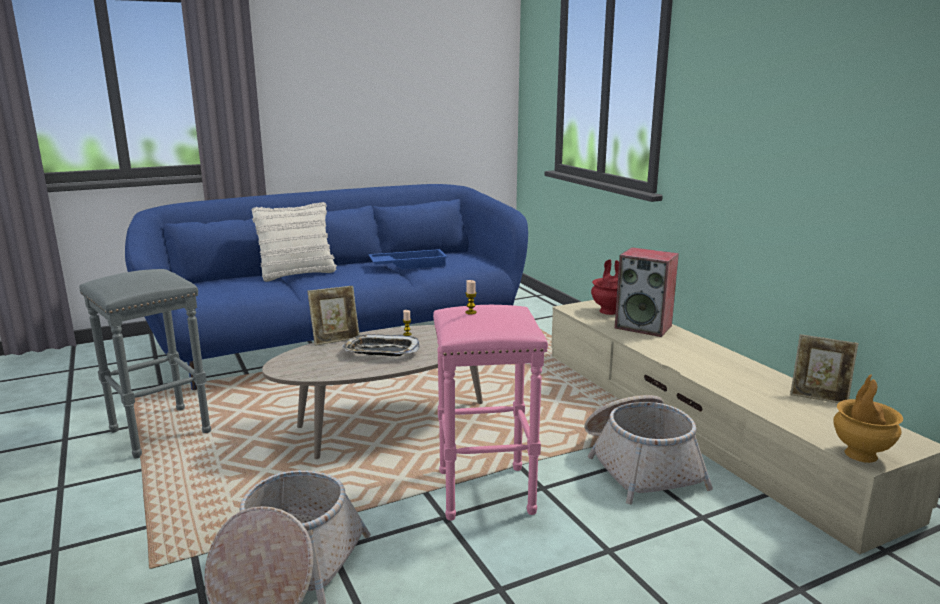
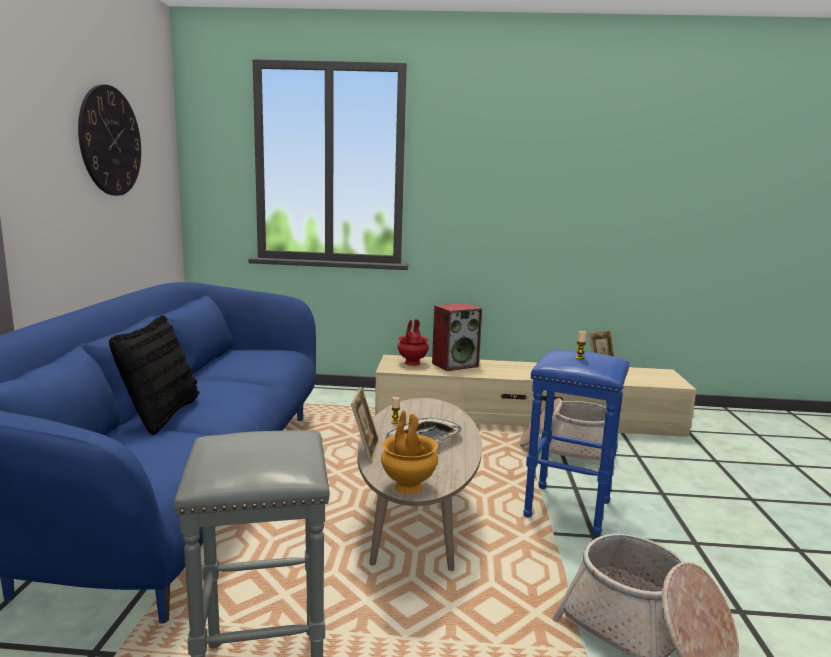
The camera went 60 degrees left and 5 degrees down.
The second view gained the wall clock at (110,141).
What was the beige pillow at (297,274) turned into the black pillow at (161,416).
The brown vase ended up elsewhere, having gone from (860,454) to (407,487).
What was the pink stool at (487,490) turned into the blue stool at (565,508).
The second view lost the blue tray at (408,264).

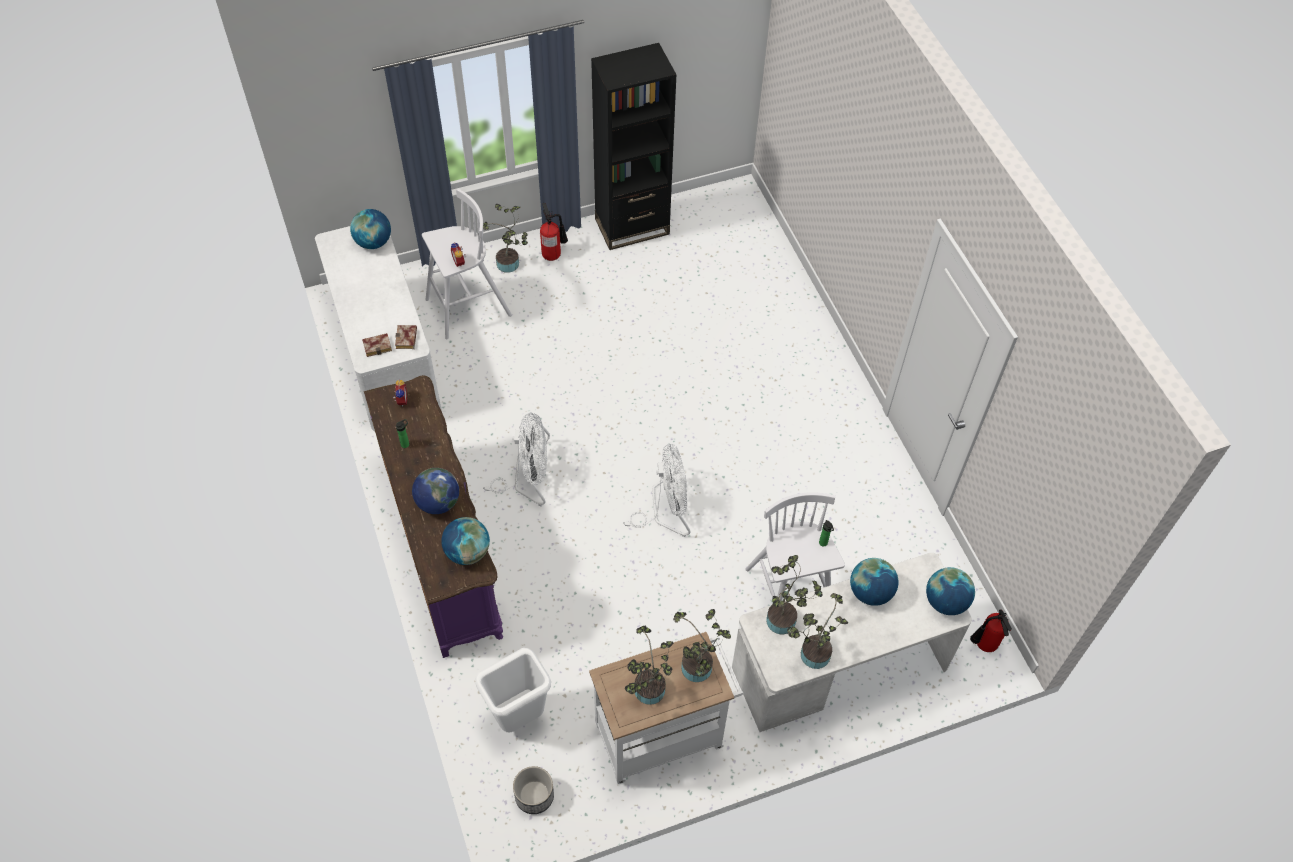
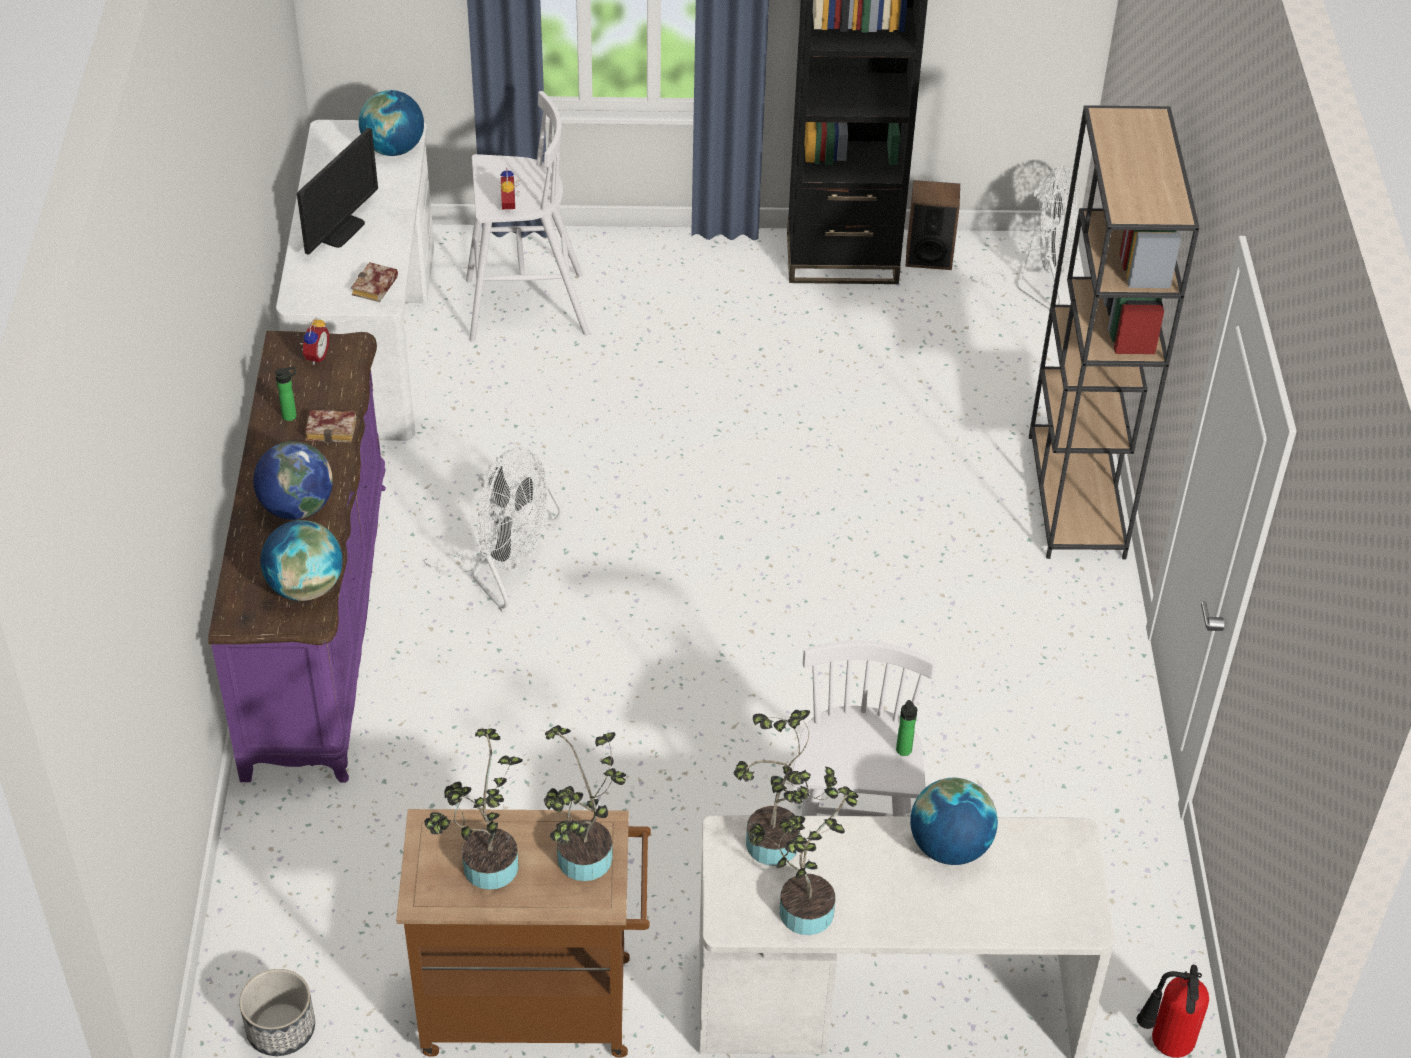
The camera went 20 degrees right and 10 degrees down.
The second view gained the monitor at (340,230).
The book ended up elsewhere, having gone from (378,346) to (333,429).
What was the white cart at (663,736) turned into the brown cart at (534,1007).
The second view gained the speaker at (928,256).
The white fan ended up elsewhere, having gone from (665,507) to (1037,275).
The second view gained the bookcase at (1077,497).
The second view lost the white trash can at (518,717).
The second view lost the potted plant at (510,265).
The second view lost the fire extinguisher at (553,254).
The second view lost the globe at (945,601).

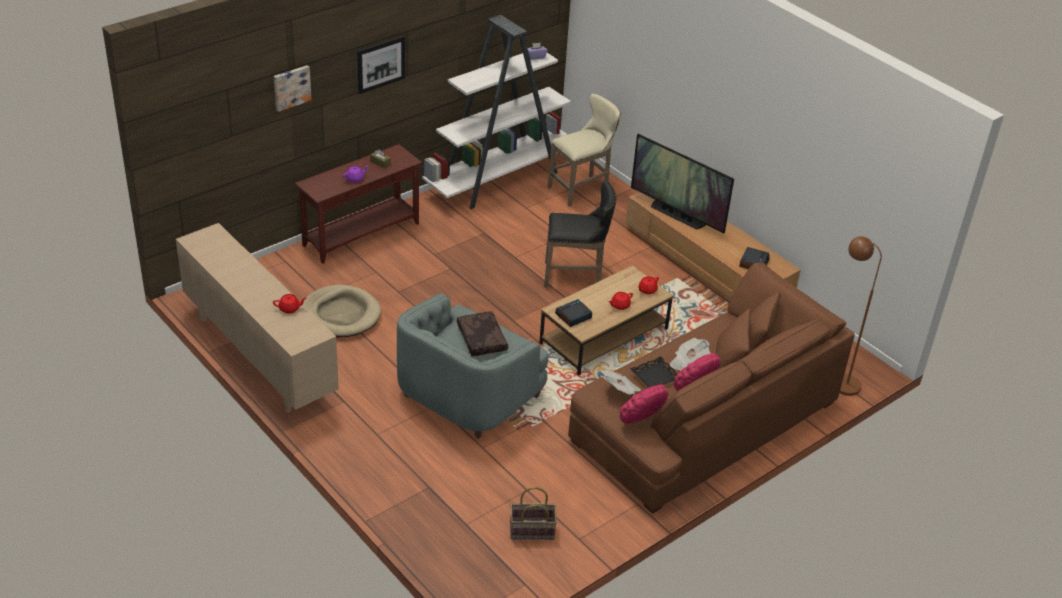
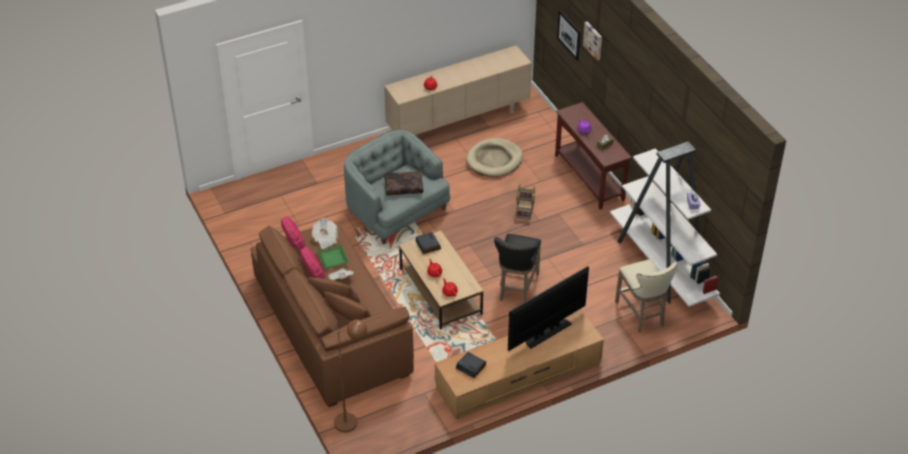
The camera went 105 degrees right and 5 degrees up.
What was the black tray at (655,377) turned into the green tray at (332,258).
The basket ended up elsewhere, having gone from (531,531) to (524,210).
The picture ended up elsewhere, having gone from (381,64) to (569,35).

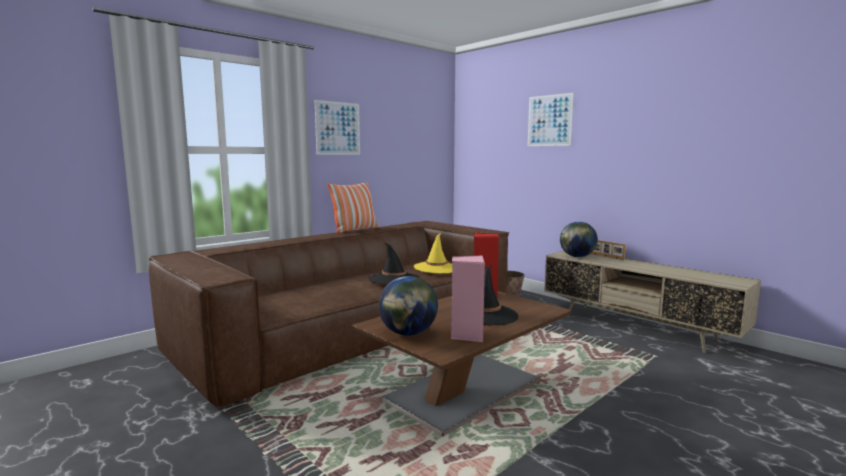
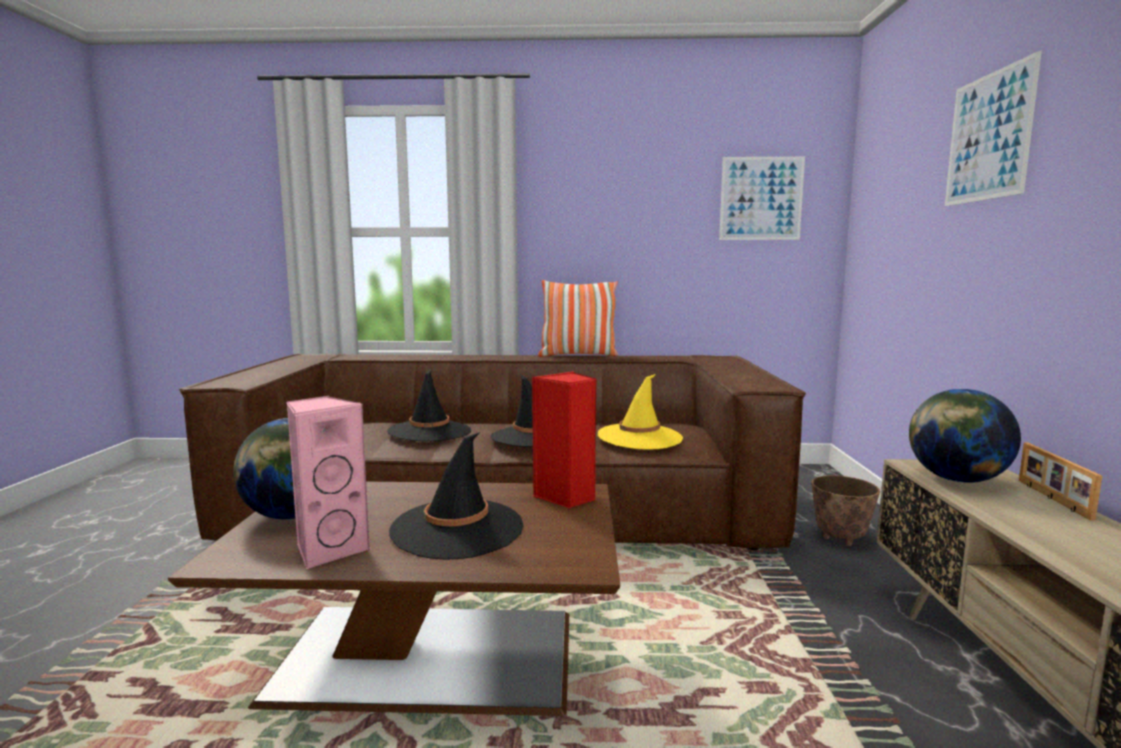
The camera went 45 degrees right and 0 degrees up.
The second view gained the black hat at (430,431).
The picture ended up elsewhere, having gone from (338,128) to (761,198).

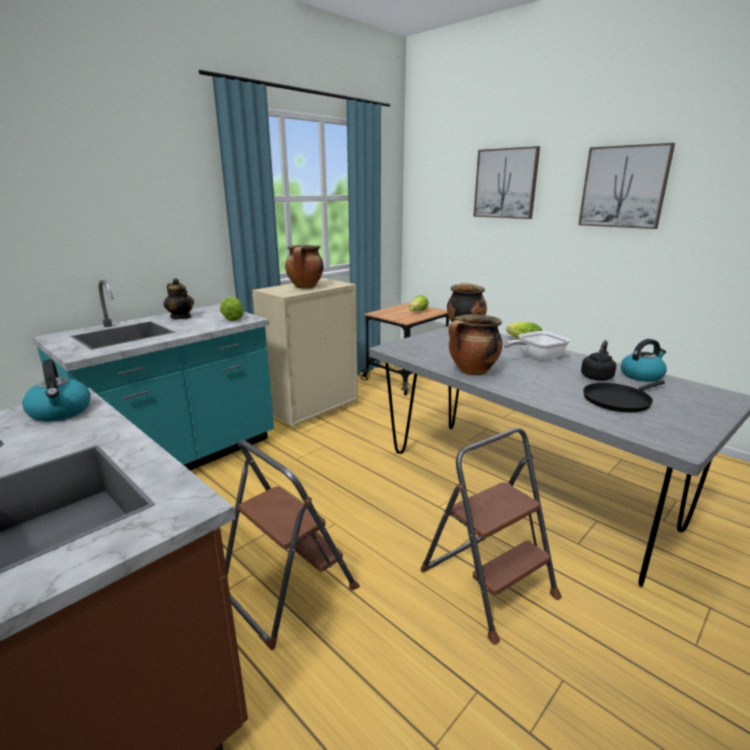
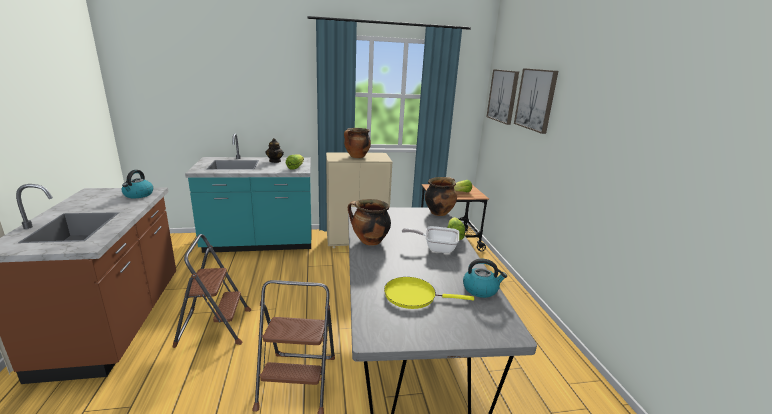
The camera went 35 degrees right and 0 degrees up.
What was the black frying pan at (618,400) turned into the yellow frying pan at (413,296).
The picture ended up elsewhere, having gone from (623,187) to (503,96).
The second view lost the black kettle at (597,377).

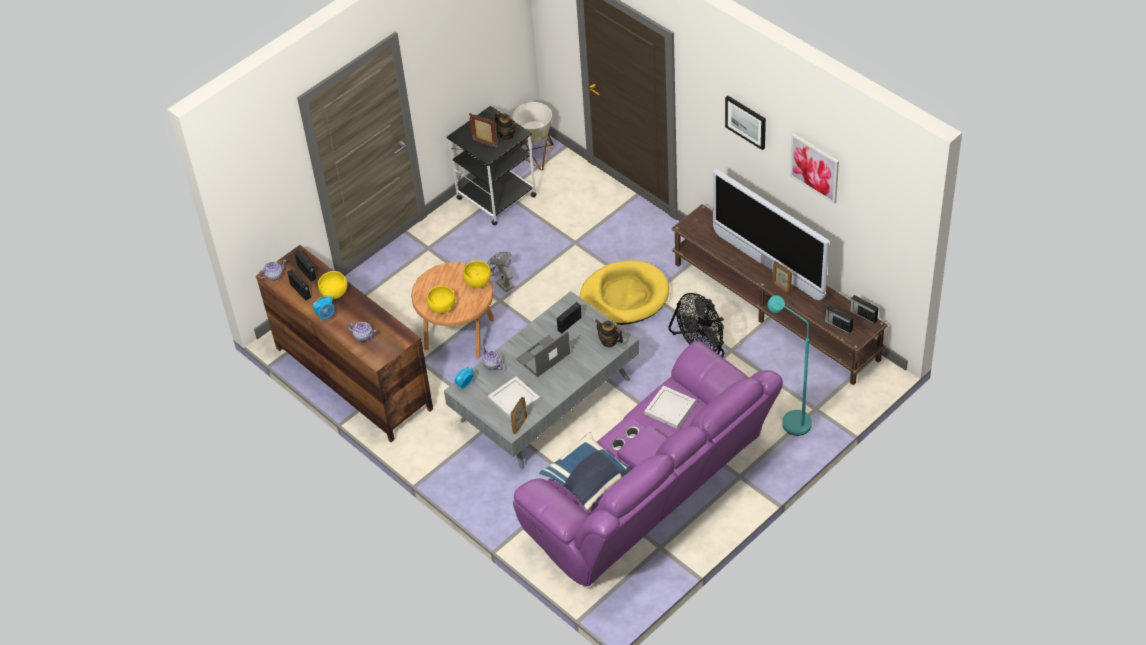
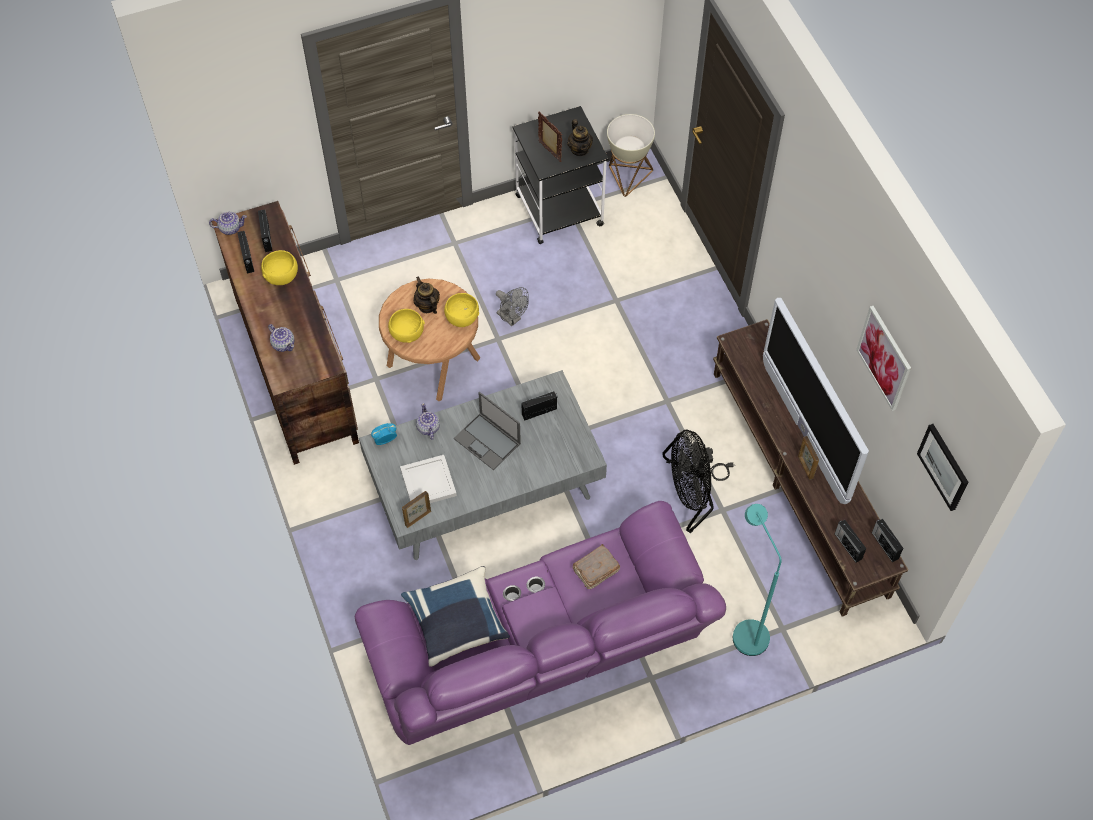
The camera went 20 degrees right and 10 degrees up.
The teapot ended up elsewhere, having gone from (609,341) to (427,306).
The laptop at (542,357) ended up facing another way, 120 degrees counterclockwise from before.
The grey fan at (502,283) ended up facing another way, 150 degrees clockwise from before.
Where the white tray stood at (669,408), the brown book came to stand at (595,571).
The picture ended up elsewhere, having gone from (746,122) to (944,466).
The second view lost the alarm clock at (326,315).
The second view lost the yellow dog bed at (624,296).

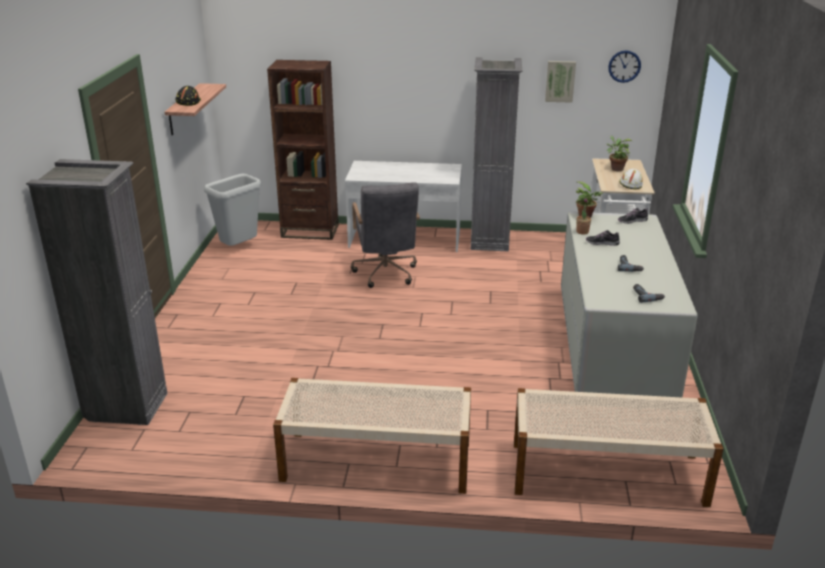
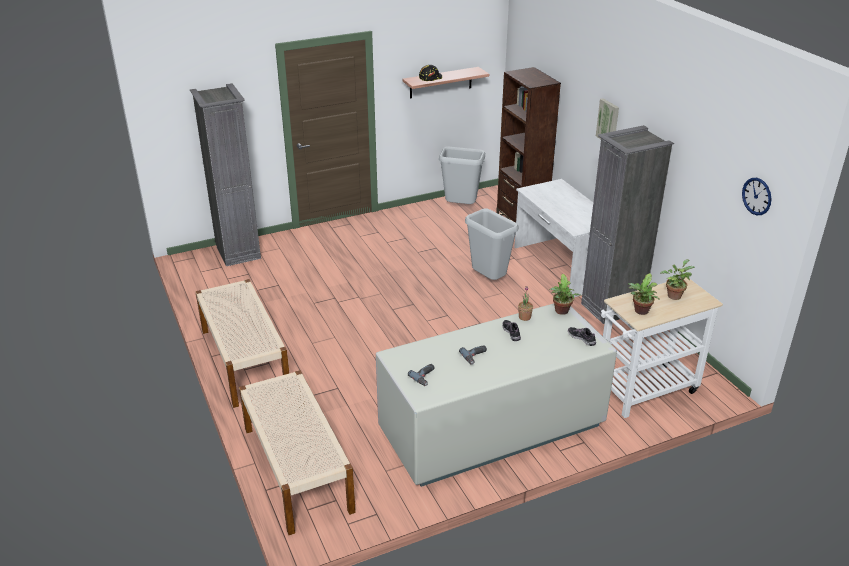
The camera went 60 degrees right and 5 degrees up.
Where the grey office chair stood at (386,276), the grey trash can came to stand at (488,280).
The picture ended up elsewhere, having gone from (560,81) to (608,121).
Where the white hard hat stood at (630,184), the potted plant came to stand at (640,312).

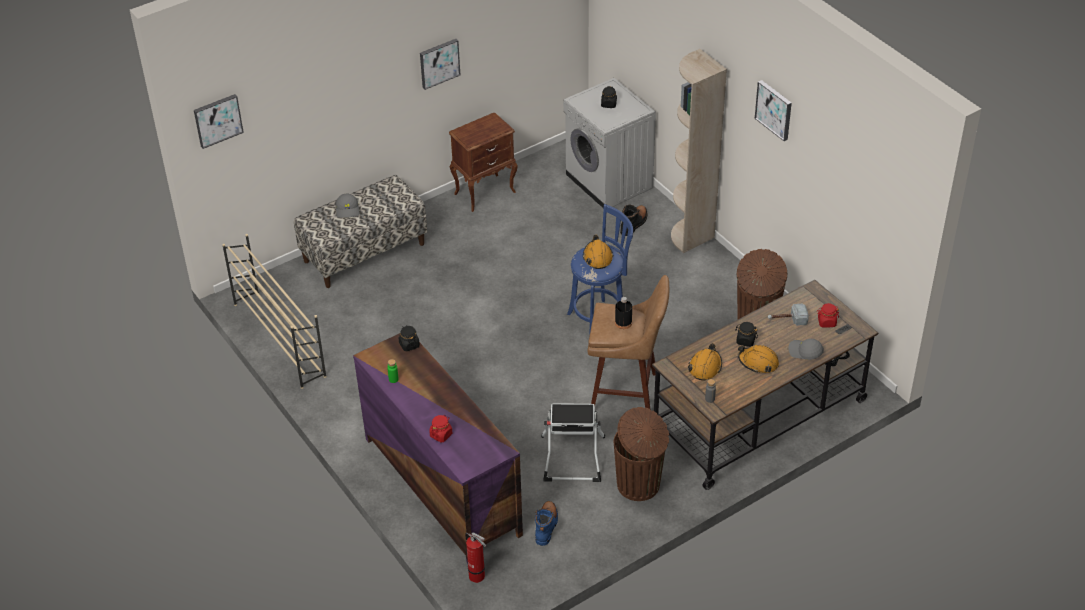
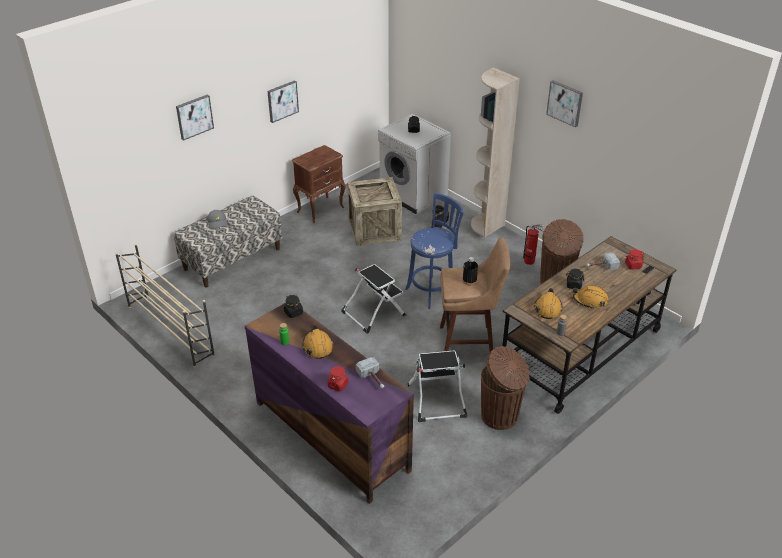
The camera went 10 degrees left and 5 degrees down.
The picture ended up elsewhere, having gone from (217,120) to (194,116).
The orange hard hat ended up elsewhere, having gone from (597,257) to (317,346).
The second view gained the step ladder at (373,311).
The second view gained the crate at (374,230).
The second view gained the hammer at (373,379).
The fire extinguisher ended up elsewhere, having gone from (478,577) to (530,261).
The second view lost the blue boot at (546,526).
The second view lost the grey cap at (805,352).

